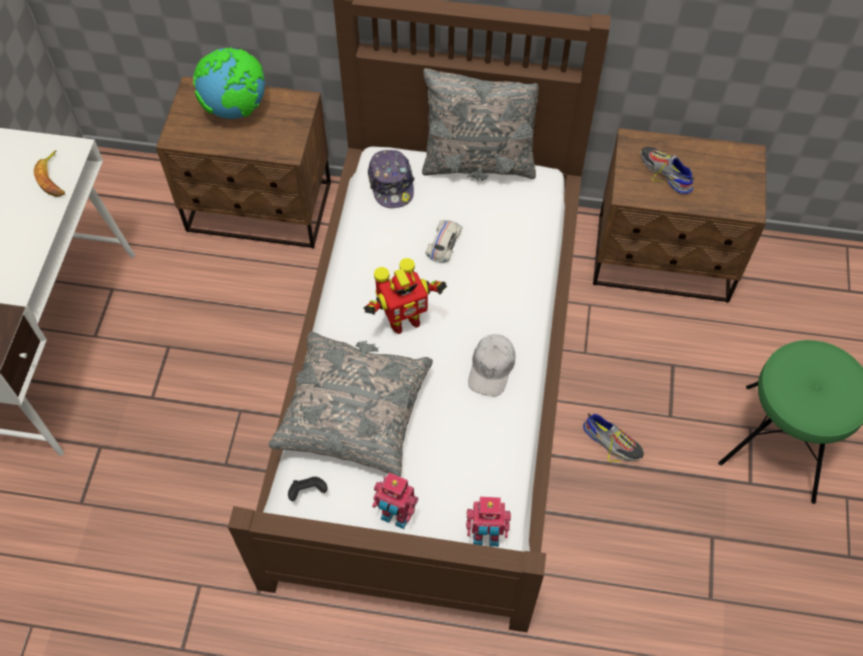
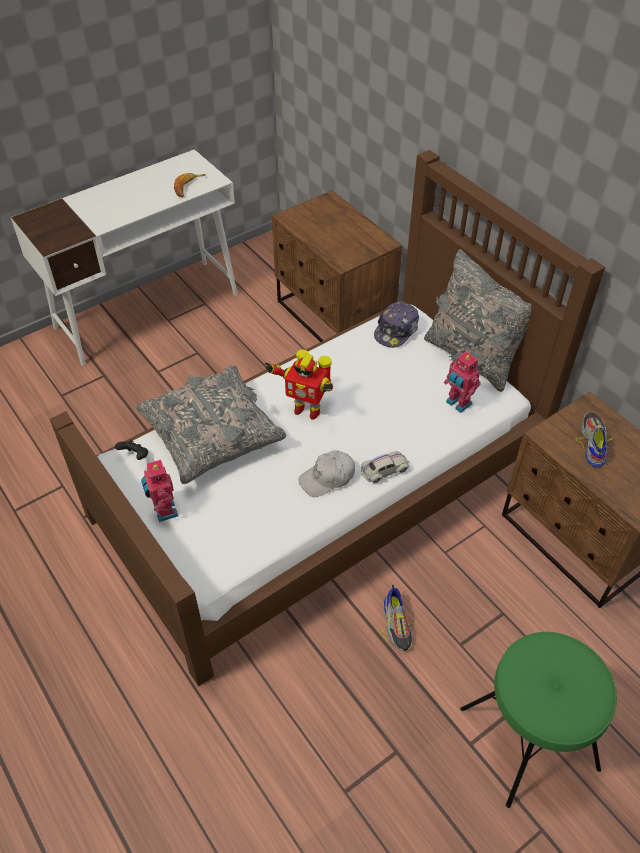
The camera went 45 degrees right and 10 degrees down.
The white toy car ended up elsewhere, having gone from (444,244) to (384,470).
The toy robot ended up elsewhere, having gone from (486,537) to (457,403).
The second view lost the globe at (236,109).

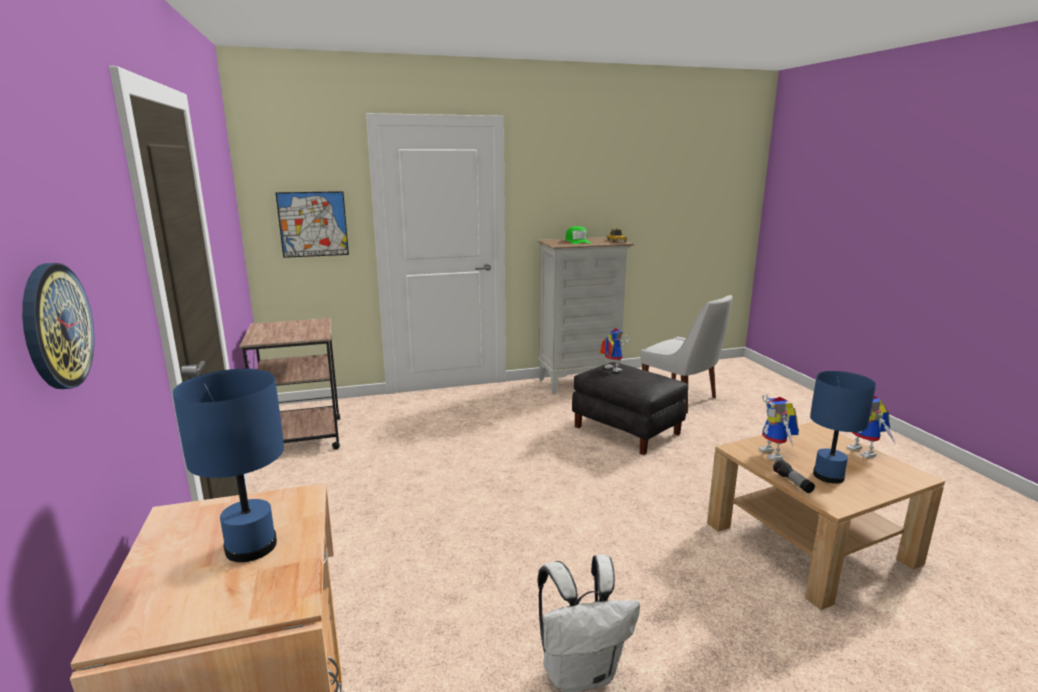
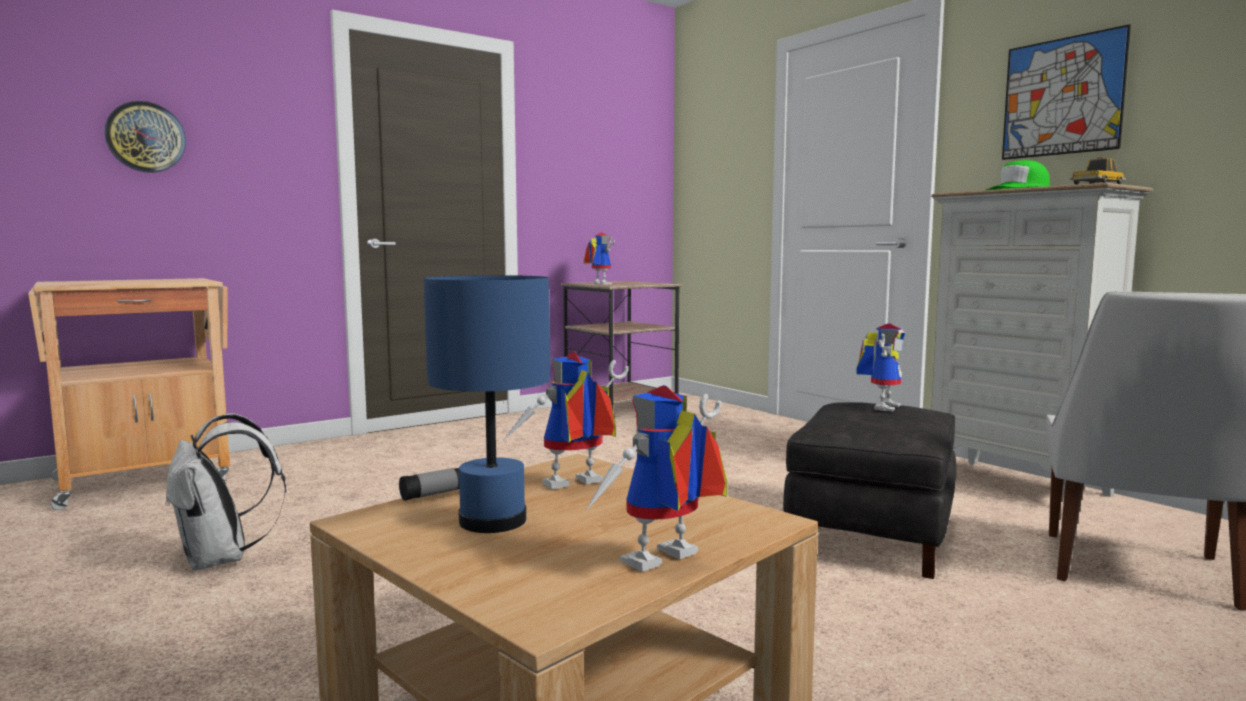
The camera went 70 degrees right and 10 degrees down.
The second view gained the toy robot at (598,284).
The picture ended up elsewhere, having gone from (313,224) to (1062,96).
The second view lost the blue table lamp at (251,547).

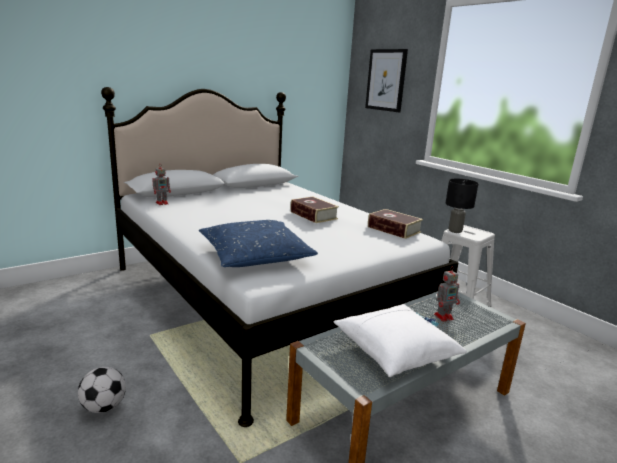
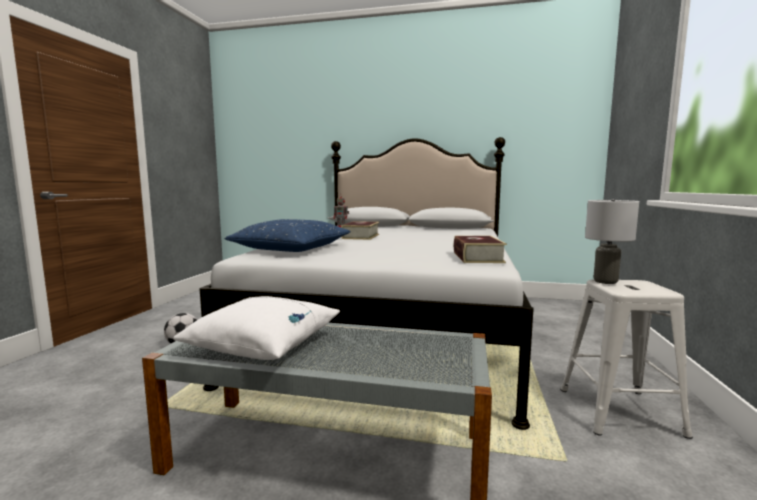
The camera went 50 degrees right and 10 degrees down.
The book ended up elsewhere, having gone from (313,215) to (360,236).
What was the black table lamp at (454,231) turned into the white table lamp at (605,281).
The second view lost the picture at (386,80).
The second view lost the toy robot at (444,316).

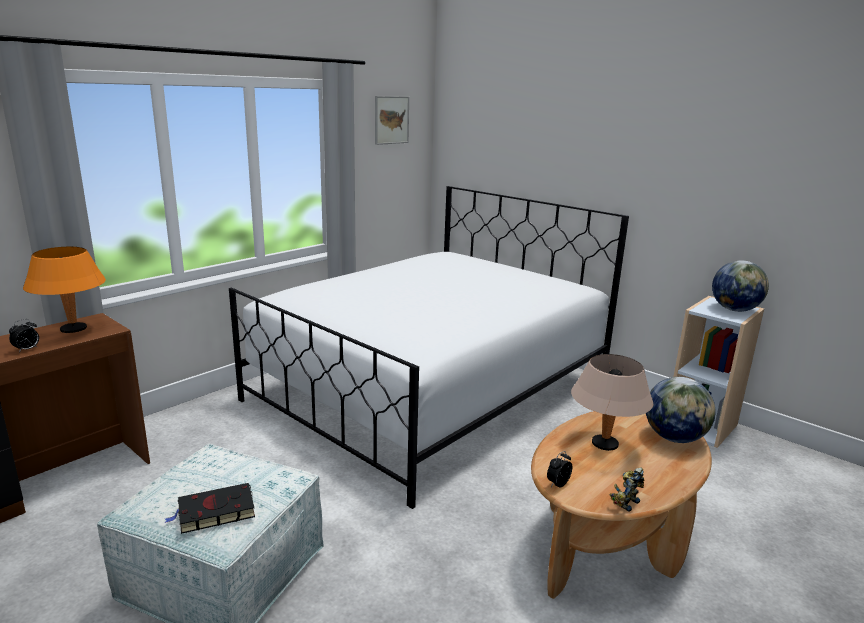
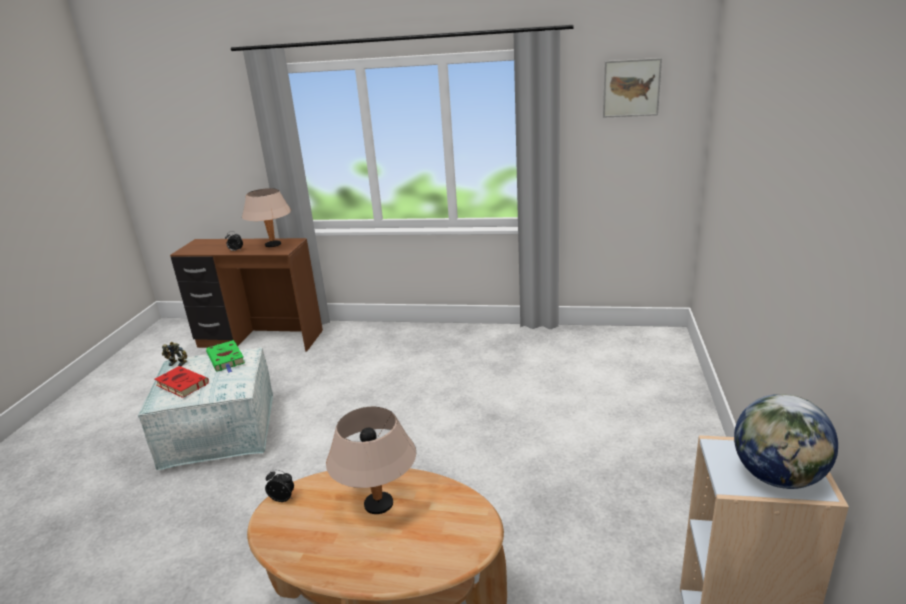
The camera went 60 degrees right and 5 degrees up.
What was the black book at (214,512) turned into the red book at (181,384).
The toy robot ended up elsewhere, having gone from (625,502) to (178,362).
The second view gained the green book at (226,359).
What was the orange table lamp at (74,329) turned into the beige table lamp at (273,245).
The second view lost the white bed at (432,389).
The second view lost the globe at (674,438).

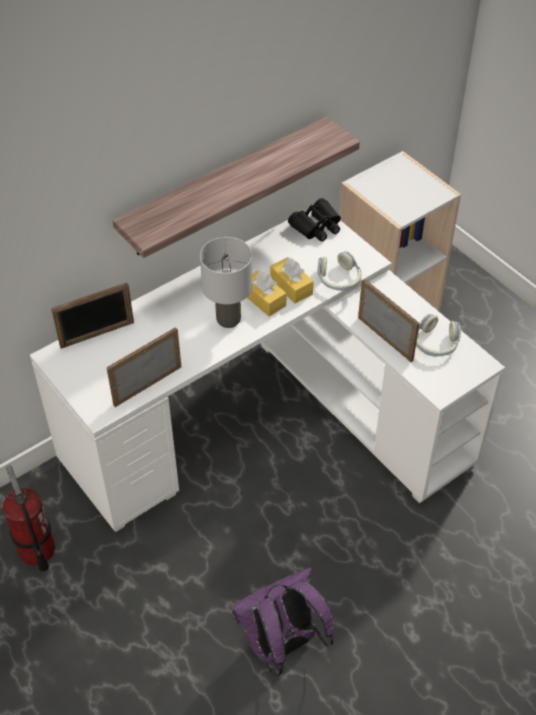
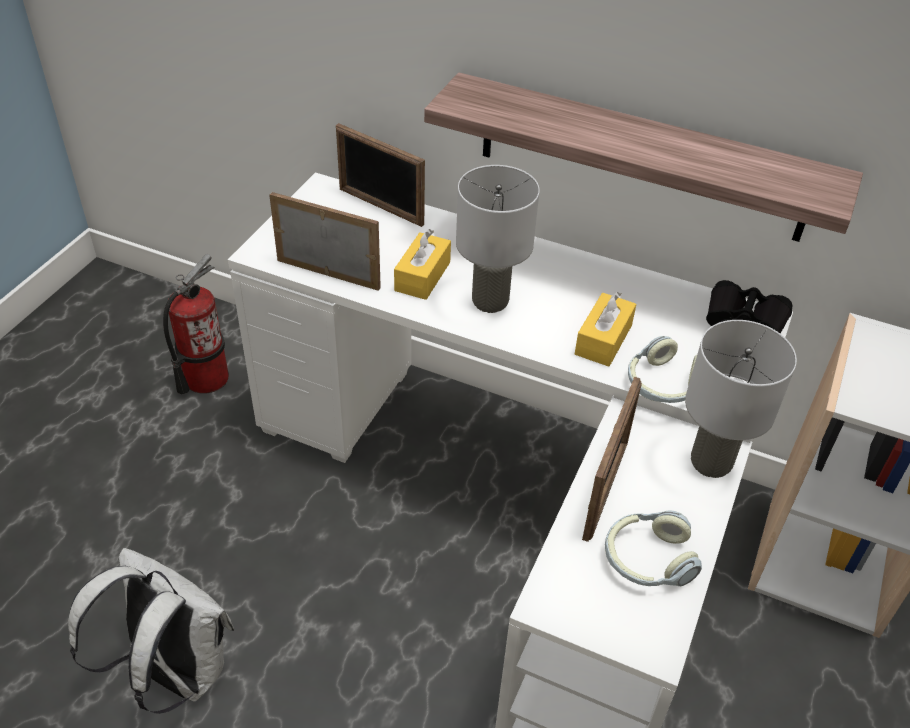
The camera went 60 degrees right and 5 degrees down.
What was the purple backpack at (282,645) turned into the white backpack at (174,671).
The yellow tissue box ended up elsewhere, having gone from (263,299) to (422,276).
The second view gained the white table lamp at (710,466).

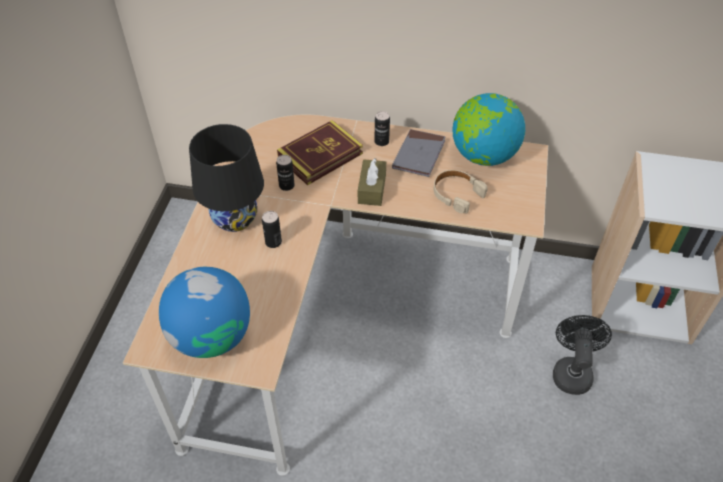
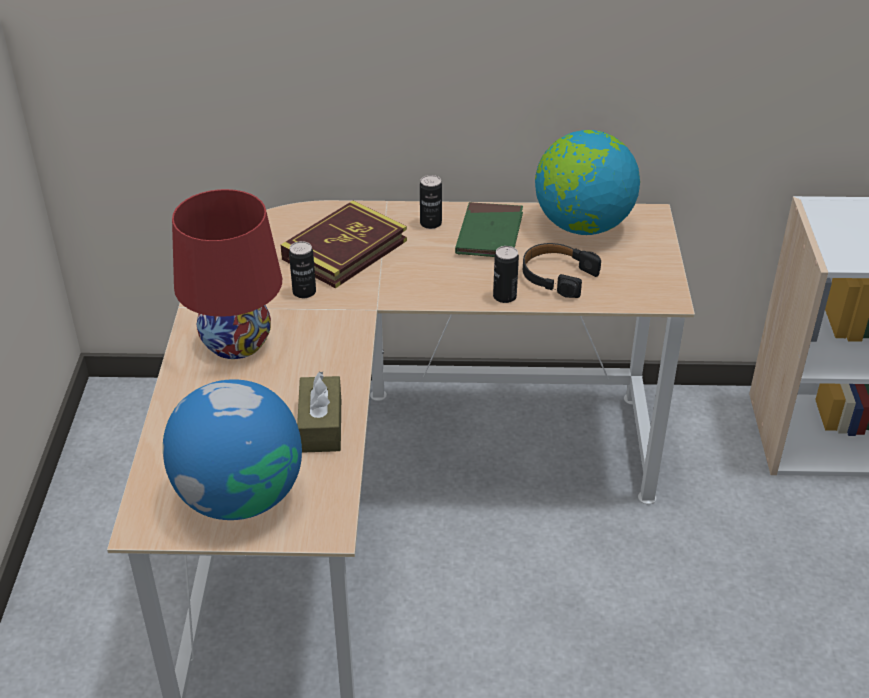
The camera went 10 degrees left and 10 degrees down.
What was the black table lamp at (235,219) turned into the red table lamp at (236,342).
The brown tissue box ended up elsewhere, having gone from (372,189) to (320,426).
What was the grey book at (419,155) turned into the green book at (489,234).
The can ended up elsewhere, having gone from (273,242) to (504,296).
What was the beige headphones at (456,194) turned into the black headphones at (557,276).
The second view lost the black fan at (571,371).

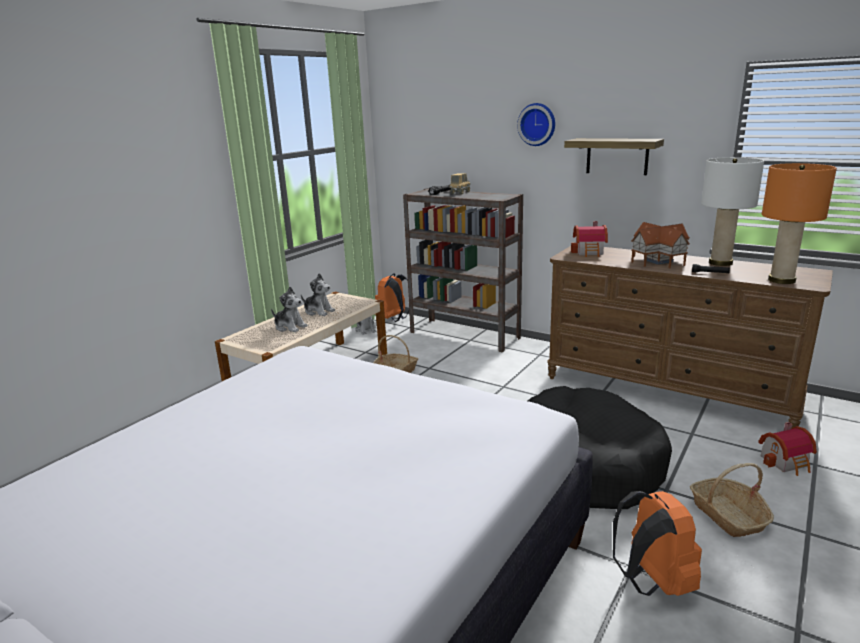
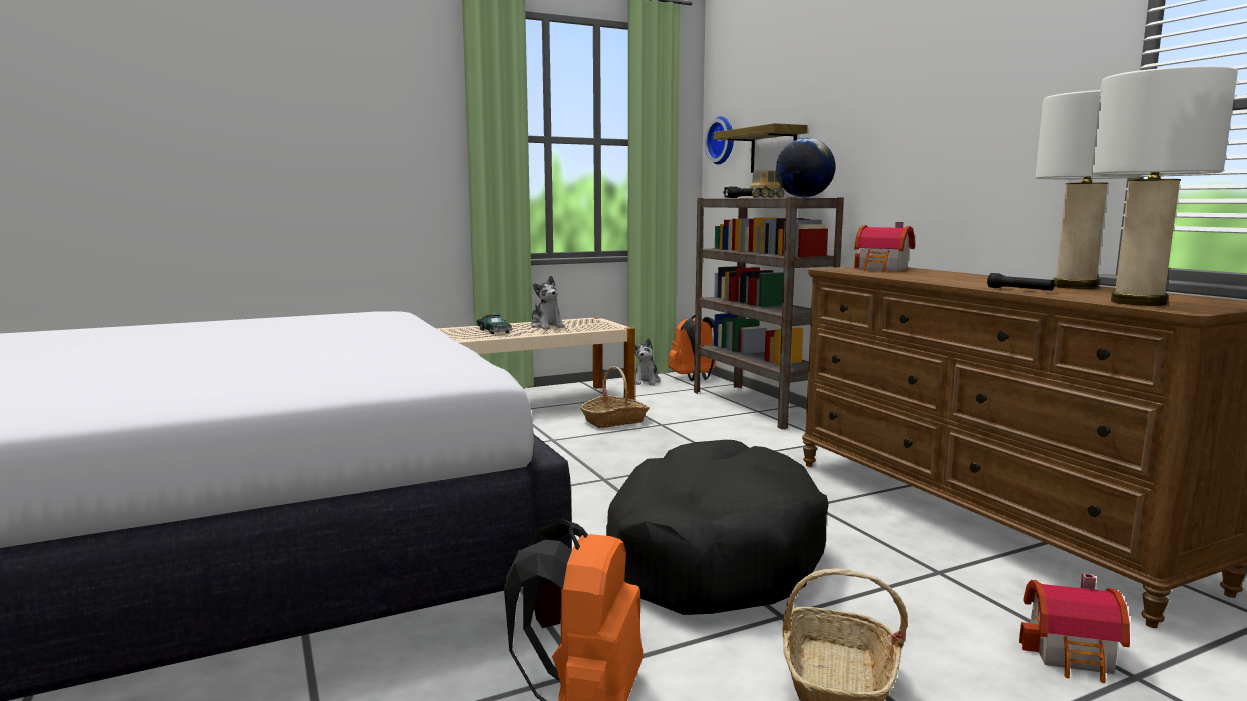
The camera went 30 degrees right and 10 degrees down.
Where the plush toy stood at (290,327), the toy car came to stand at (494,331).
The wall clock ended up elsewhere, having gone from (537,124) to (723,140).
The shelf ended up elsewhere, having gone from (617,156) to (773,150).
The second view gained the globe at (804,197).
What was the orange table lamp at (781,280) turned into the white table lamp at (1137,302).
The second view lost the toy house at (658,260).

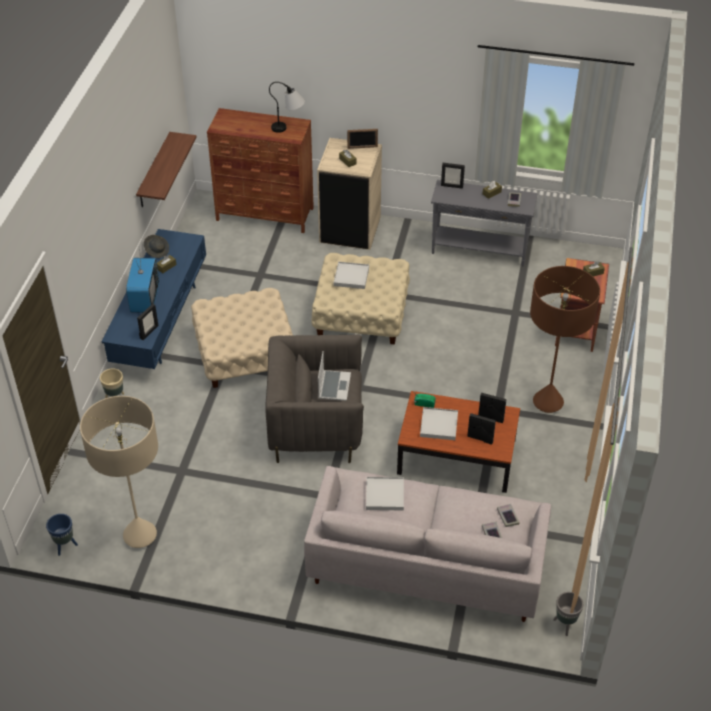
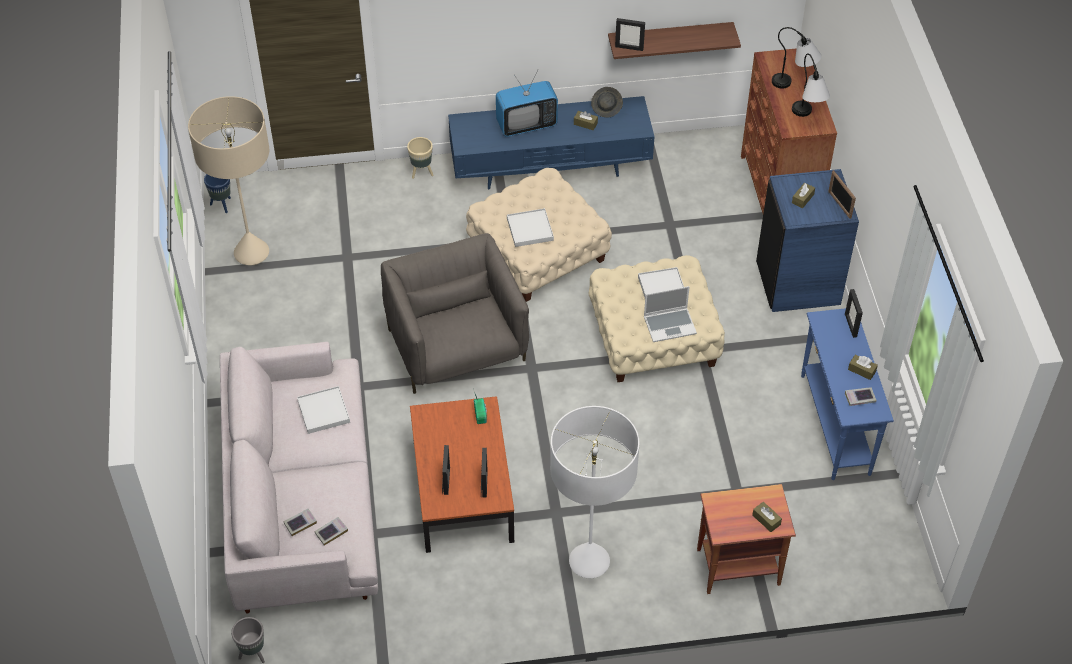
The camera went 70 degrees right and 5 degrees up.
The white tray ended up elsewhere, having gone from (438,425) to (530,229).
What was the brown floor lamp at (547,403) turned into the white floor lamp at (589,563).
The picture frame ended up elsewhere, having gone from (149,332) to (629,47).
The laptop ended up elsewhere, having gone from (333,386) to (670,325).
What was the beige cabinet at (350,230) turned into the blue cabinet at (798,282).
The second view gained the table lamp at (794,85).
What was the grey console table at (480,251) turned into the blue console table at (836,425).

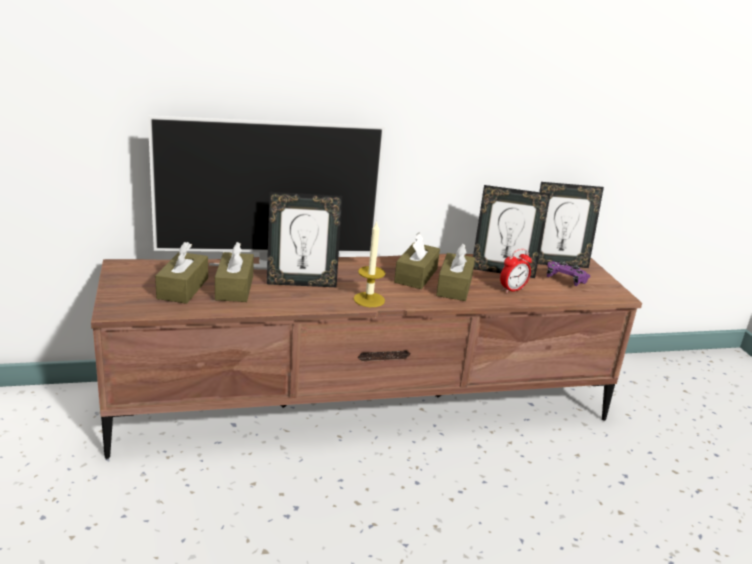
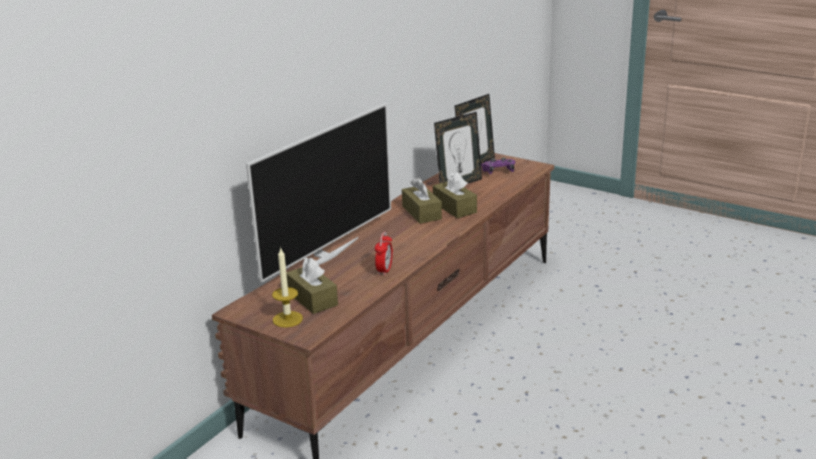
The camera went 40 degrees left and 0 degrees up.
The candle ended up elsewhere, having gone from (369,299) to (287,319).
The alarm clock ended up elsewhere, having gone from (512,289) to (384,270).
The second view lost the brown tissue box at (234,288).
The second view lost the picture frame at (301,283).

